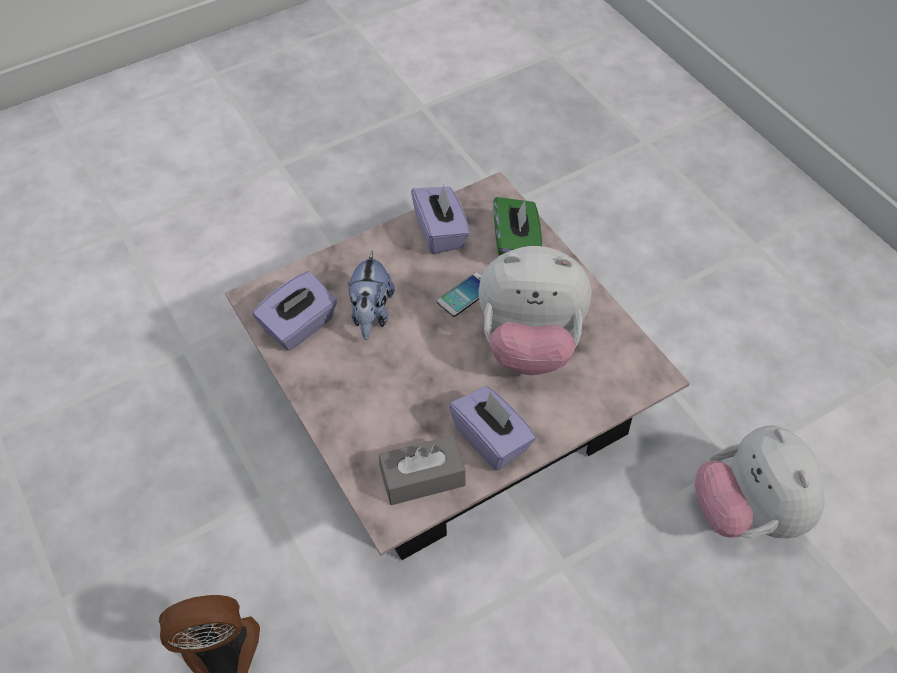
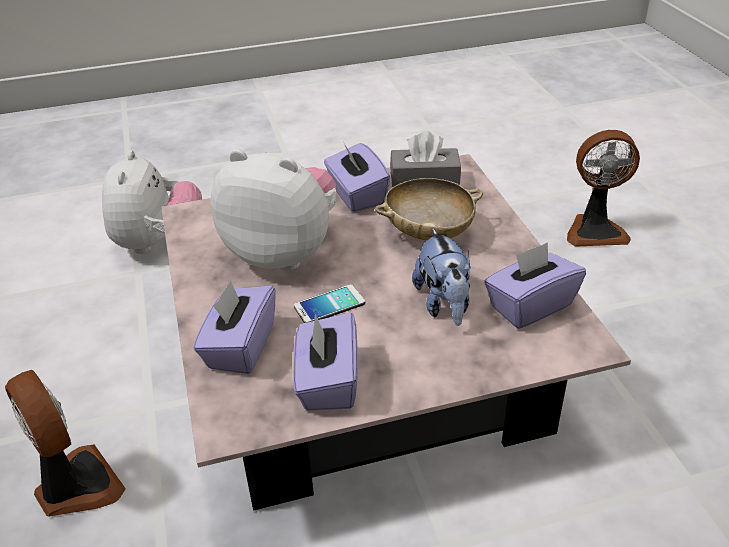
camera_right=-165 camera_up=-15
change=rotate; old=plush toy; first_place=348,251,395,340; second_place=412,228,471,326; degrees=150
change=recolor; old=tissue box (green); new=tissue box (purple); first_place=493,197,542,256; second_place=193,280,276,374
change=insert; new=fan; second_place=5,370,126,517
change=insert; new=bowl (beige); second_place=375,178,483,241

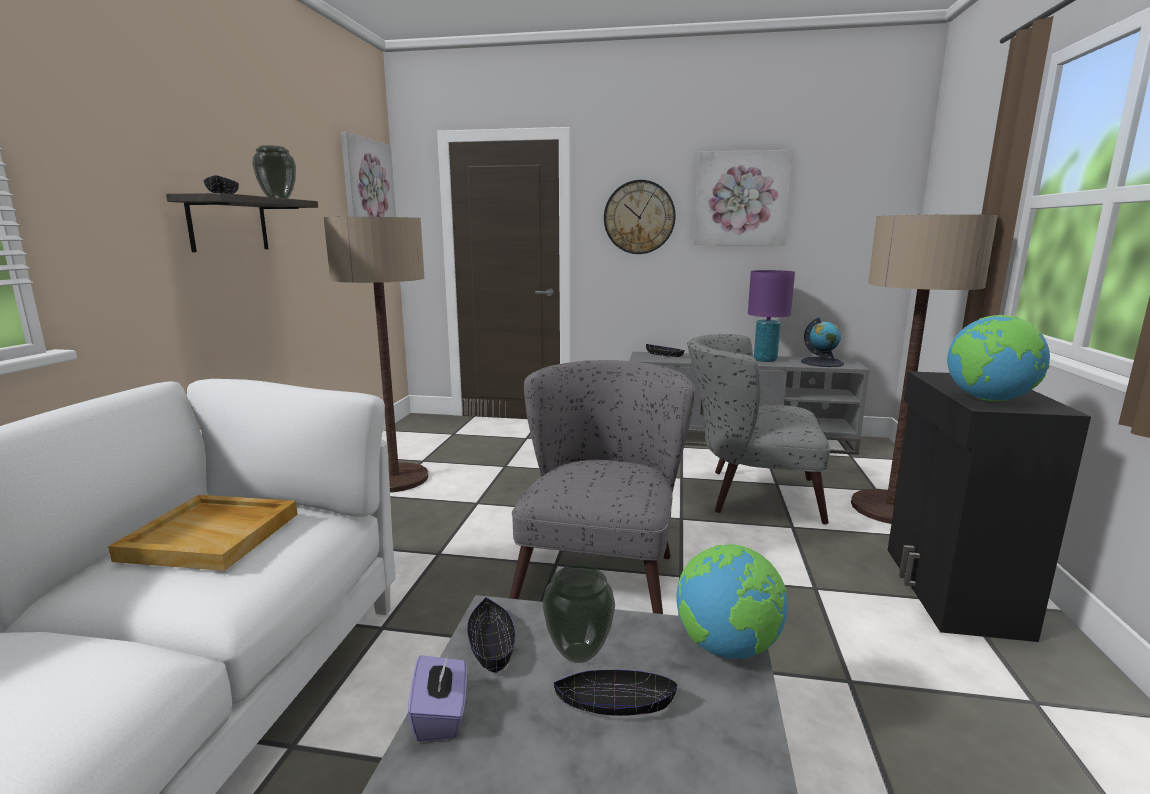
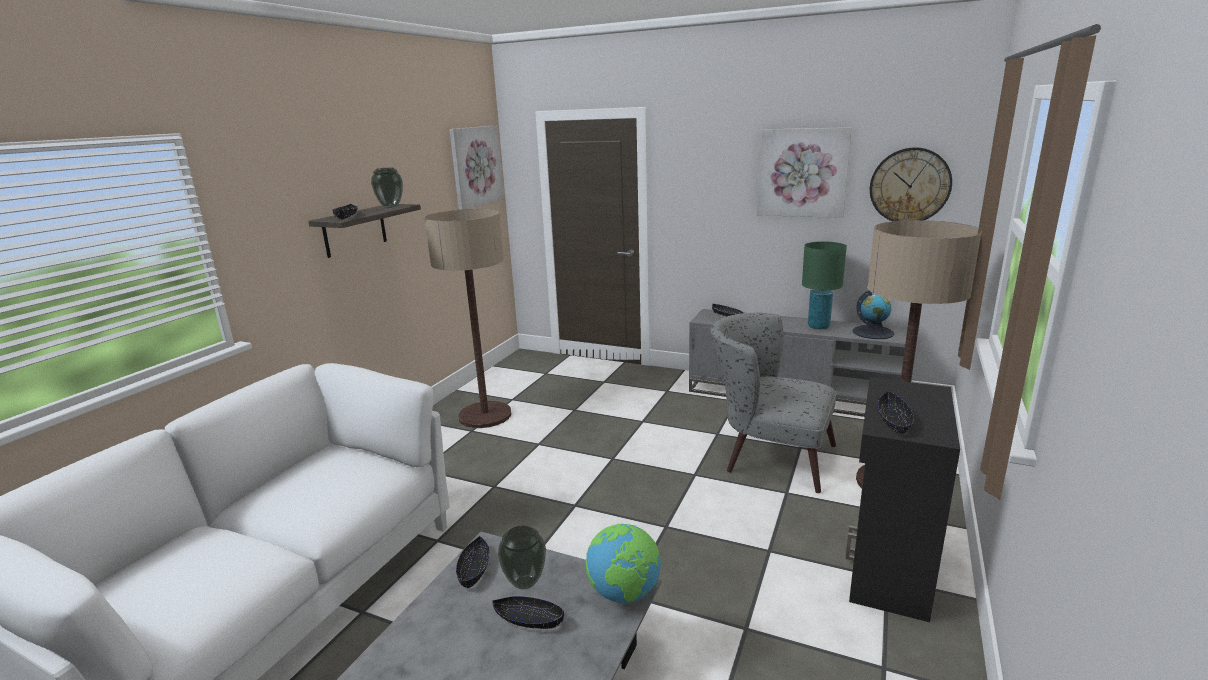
camera_right=15 camera_up=5
change=delete; old=tray (beige); first_place=108,495,298,571
change=delete; old=tissue box (purple); first_place=408,652,467,742
change=delete; old=armchair (grey); first_place=510,360,695,614
change=move; old=wall clock; first_place=604,180,676,254; second_place=870,147,952,221
change=recolor; old=table lamp (purple); new=table lamp (green); first_place=748,270,795,362; second_place=802,241,847,329
change=replace; old=globe; new=bowl (black); first_place=947,315,1050,401; second_place=878,392,914,434

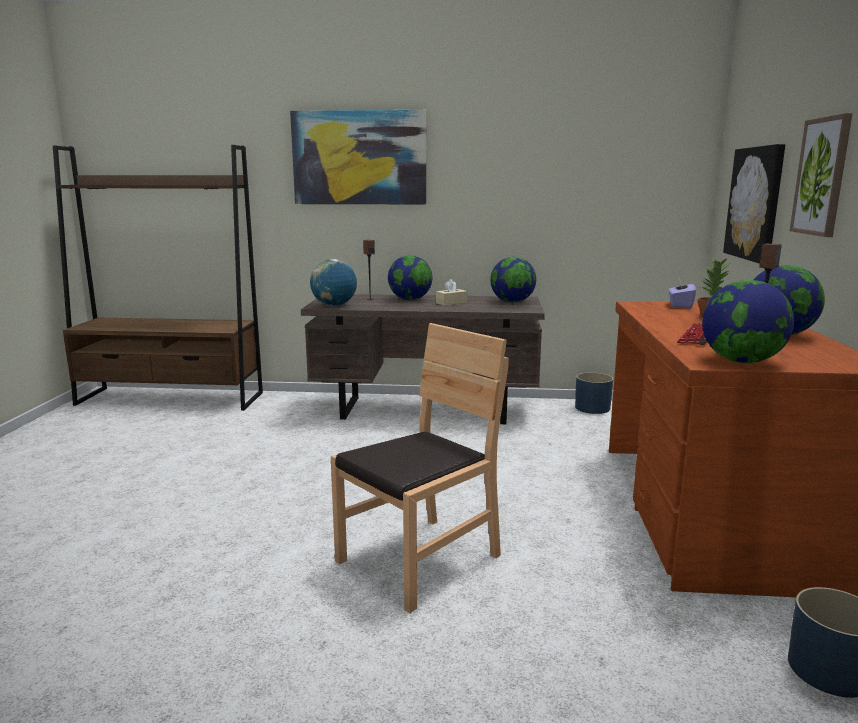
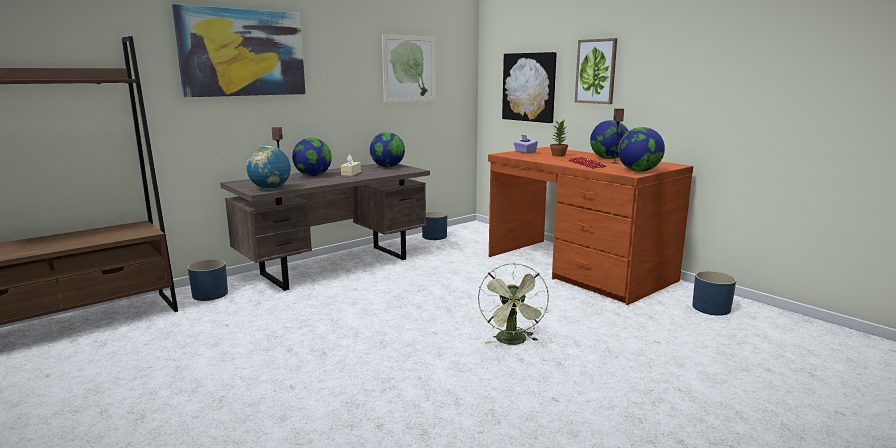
camera_right=-45 camera_up=0
change=replace; old=chair (brown); new=fan (green); first_place=331,323,509,613; second_place=478,263,549,345
change=insert; new=planter (blue); second_place=188,259,228,301
change=insert; new=picture; second_place=382,34,435,103

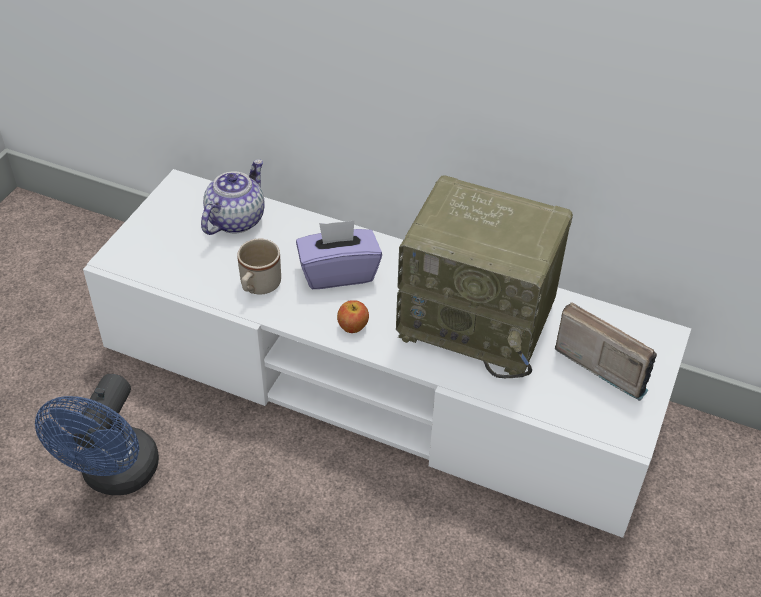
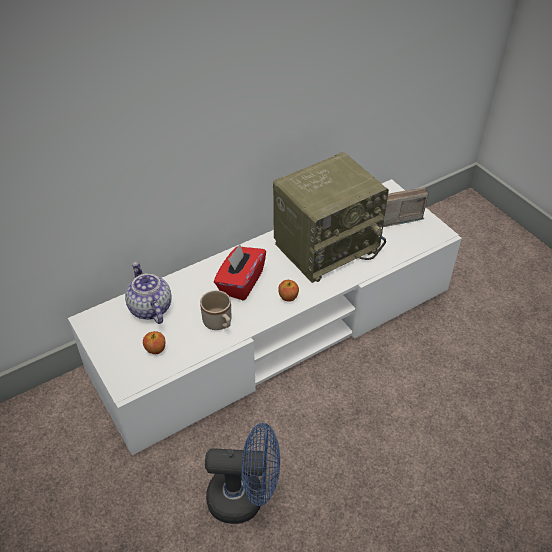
camera_right=-55 camera_up=0
change=rotate; old=fan (blue); first_place=35,374,159,495; second_place=205,423,280,524; degrees=-45
change=recolor; old=tissue box (purple); new=tissue box (red); first_place=296,220,382,289; second_place=214,244,266,301
change=insert; new=apple; second_place=143,331,165,354

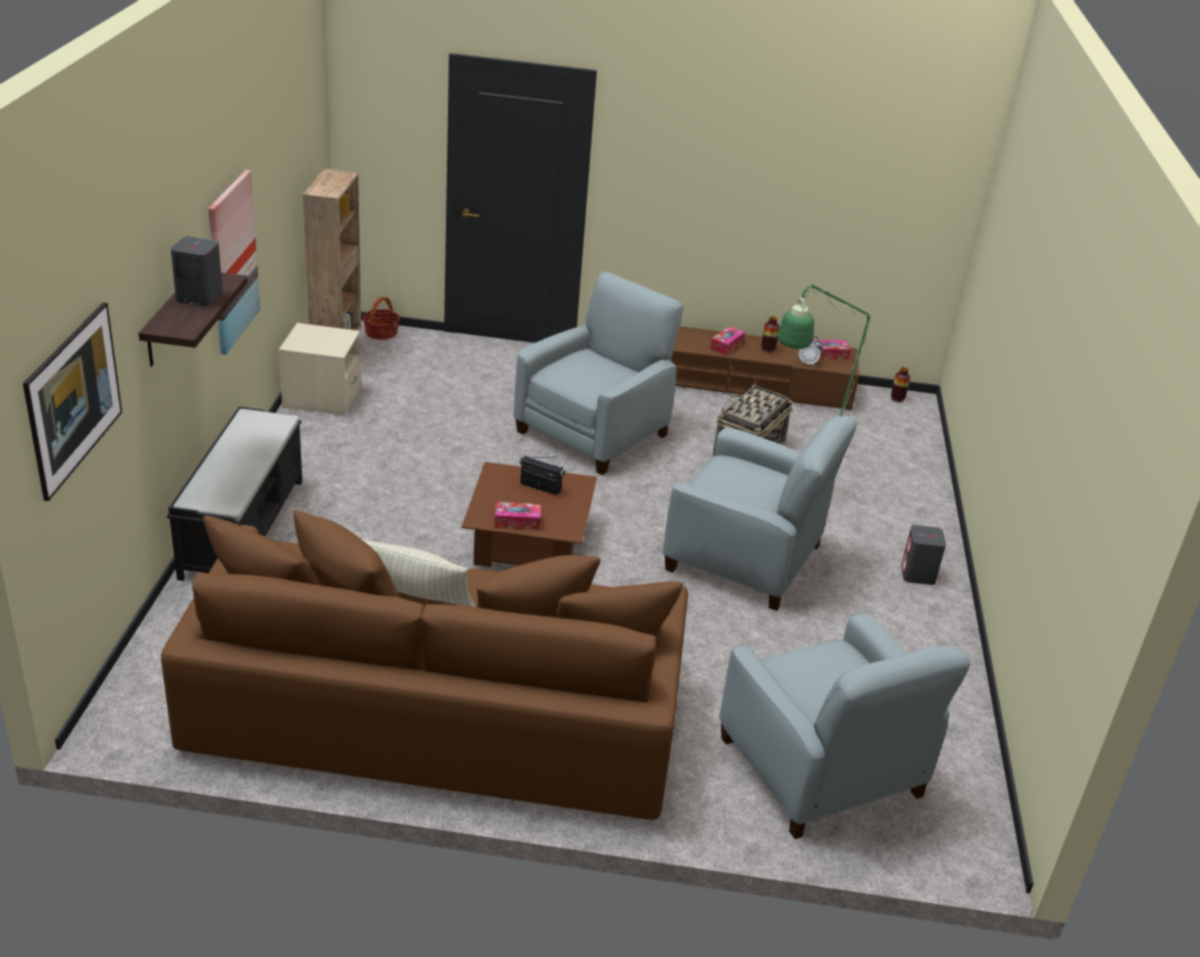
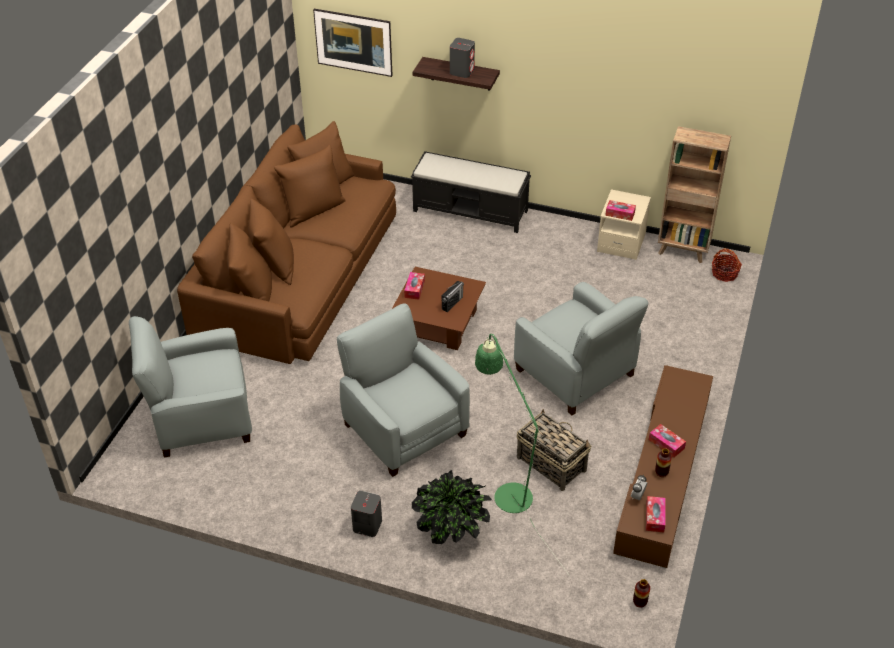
camera_right=105 camera_up=10
change=delete; old=picture; first_place=208,170,260,355
change=delete; old=pillow (beige); first_place=363,540,475,607
change=rotate; old=armchair (grey); first_place=662,416,857,611; second_place=337,304,470,477; degrees=105
change=insert; new=potted plant; second_place=412,470,492,544
change=insert; new=tissue box; second_place=605,200,636,221

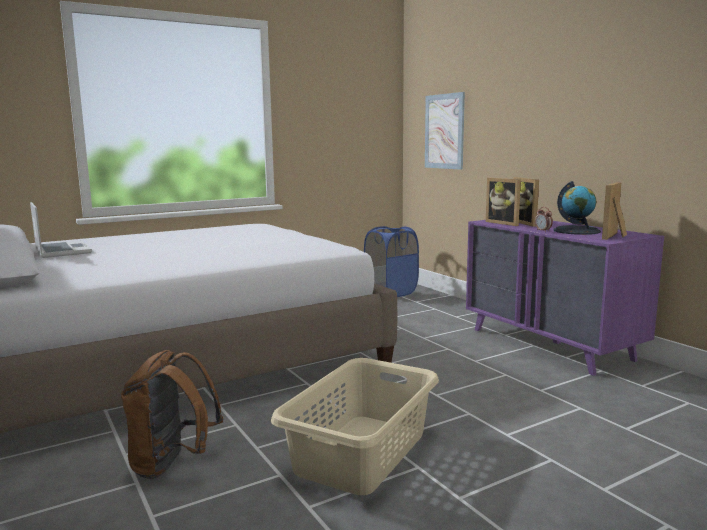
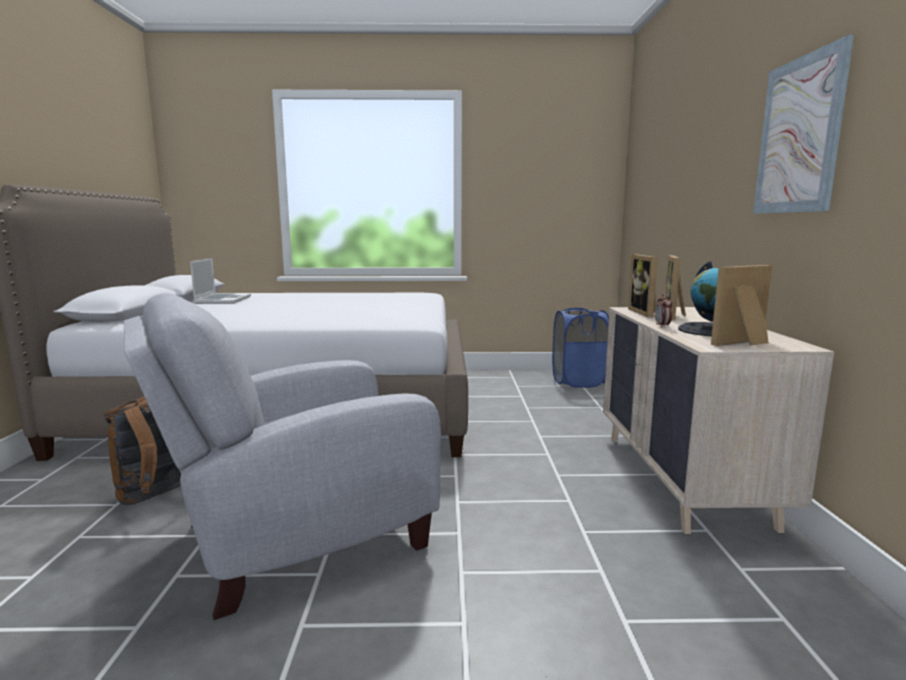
camera_right=30 camera_up=0
change=replace; old=laundry basket (beige); new=armchair (grey); first_place=271,358,439,495; second_place=124,293,441,620
change=move; old=picture; first_place=425,92,465,170; second_place=753,35,854,214
change=recolor; old=dresser (purple); new=dresser (beige); first_place=466,220,664,376; second_place=603,307,834,534

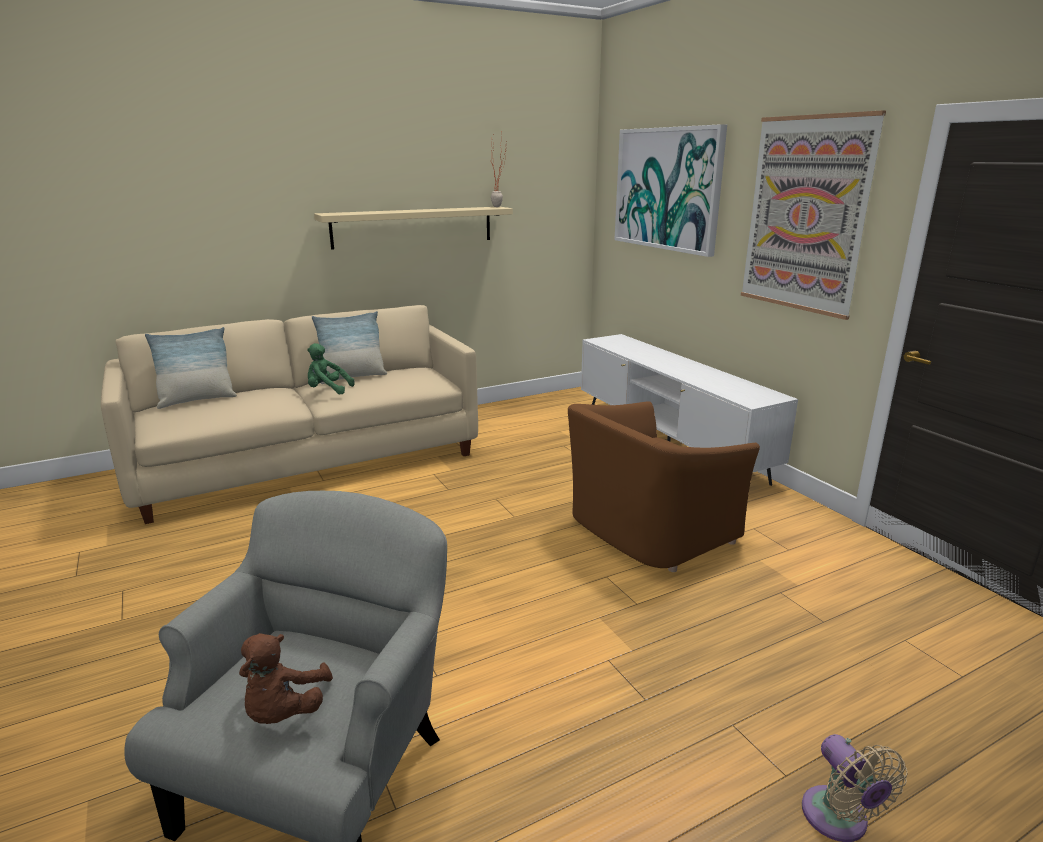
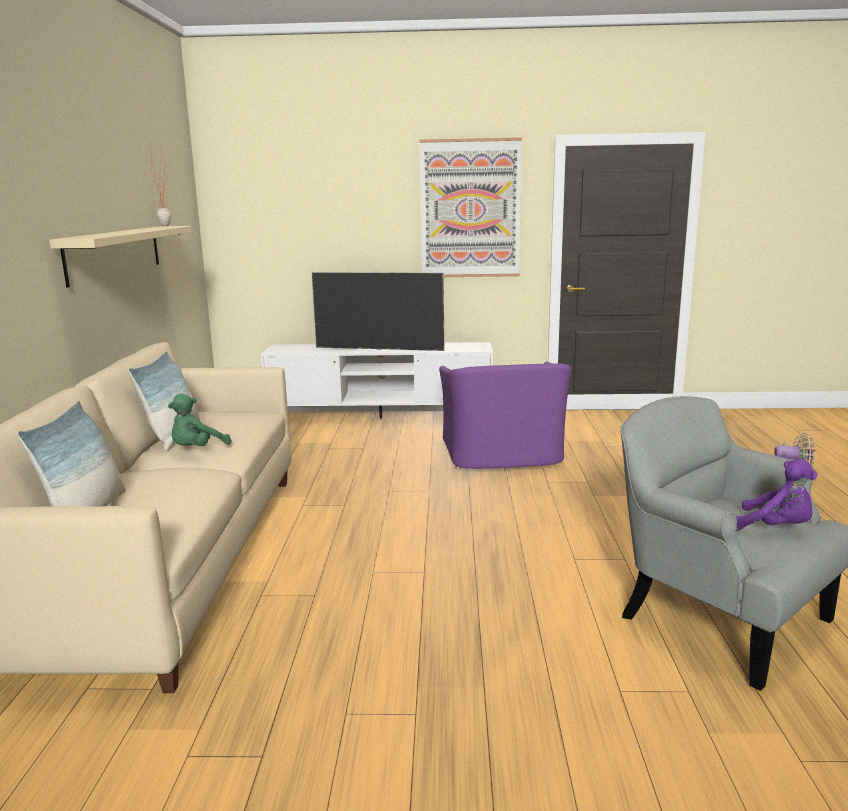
camera_right=-60 camera_up=-5
change=recolor; old=plush toy (brown); new=plush toy (purple); first_place=239,633,333,724; second_place=736,458,818,530
change=recolor; old=armchair (brown); new=armchair (purple); first_place=568,401,760,572; second_place=439,362,571,470
change=delete; old=picture; first_place=614,124,727,257
change=insert; new=television; second_place=312,271,444,351

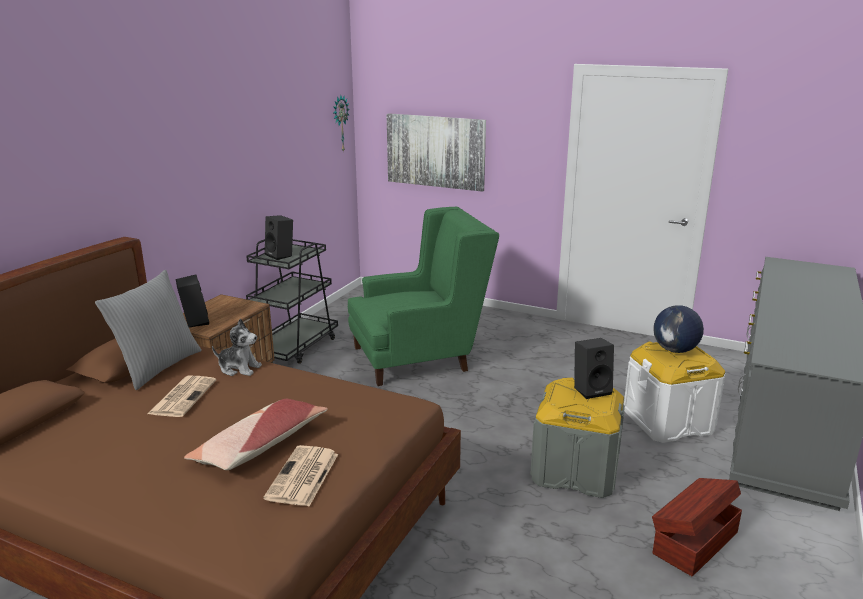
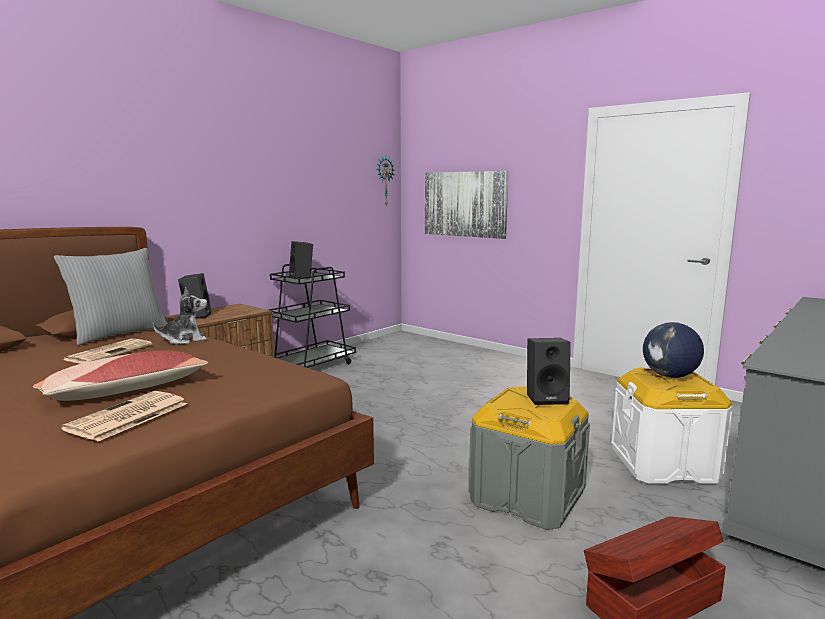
camera_right=15 camera_up=-10
change=rotate; old=plush toy; first_place=212,319,262,376; second_place=153,287,207,345; degrees=-60
change=delete; old=armchair (green); first_place=348,207,499,386

